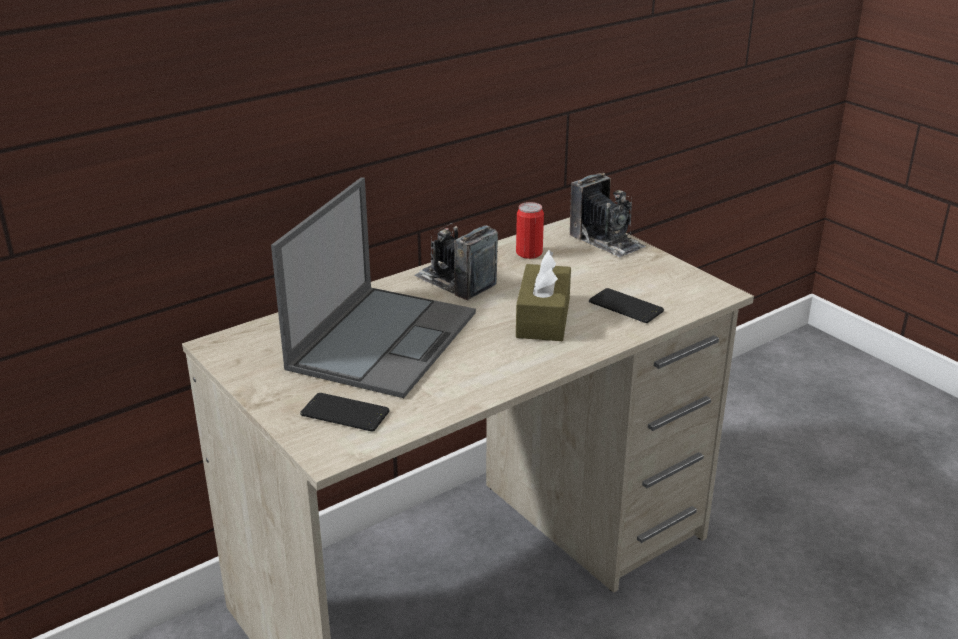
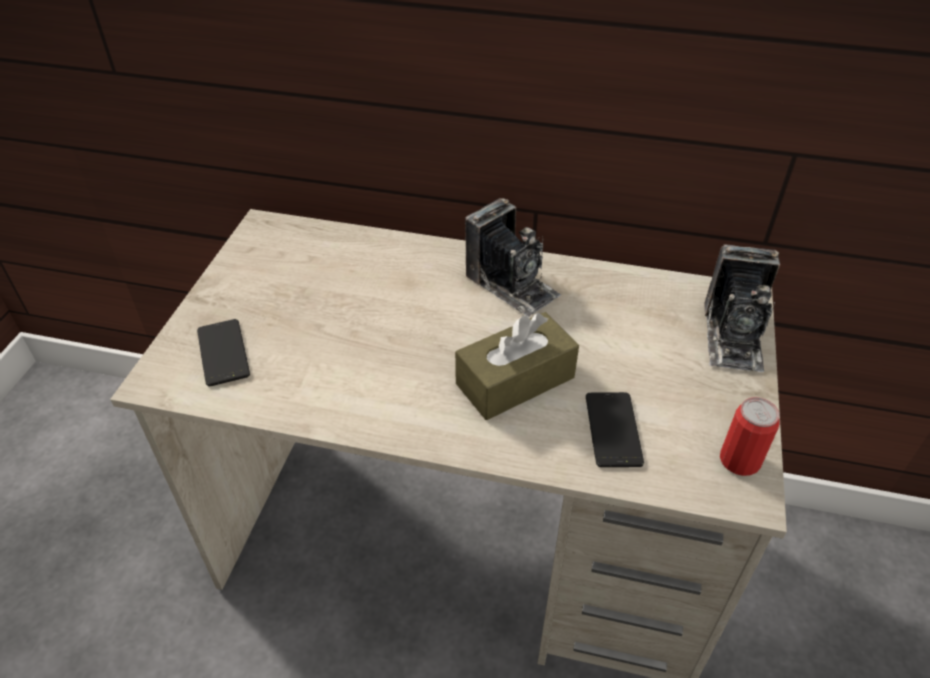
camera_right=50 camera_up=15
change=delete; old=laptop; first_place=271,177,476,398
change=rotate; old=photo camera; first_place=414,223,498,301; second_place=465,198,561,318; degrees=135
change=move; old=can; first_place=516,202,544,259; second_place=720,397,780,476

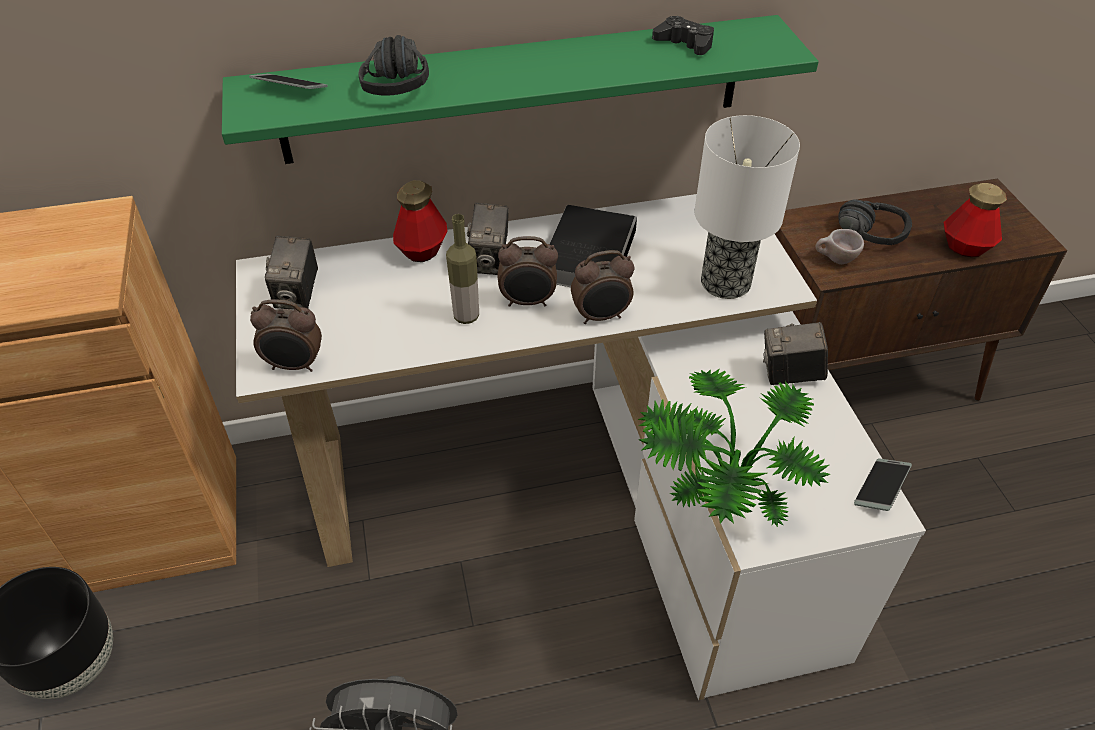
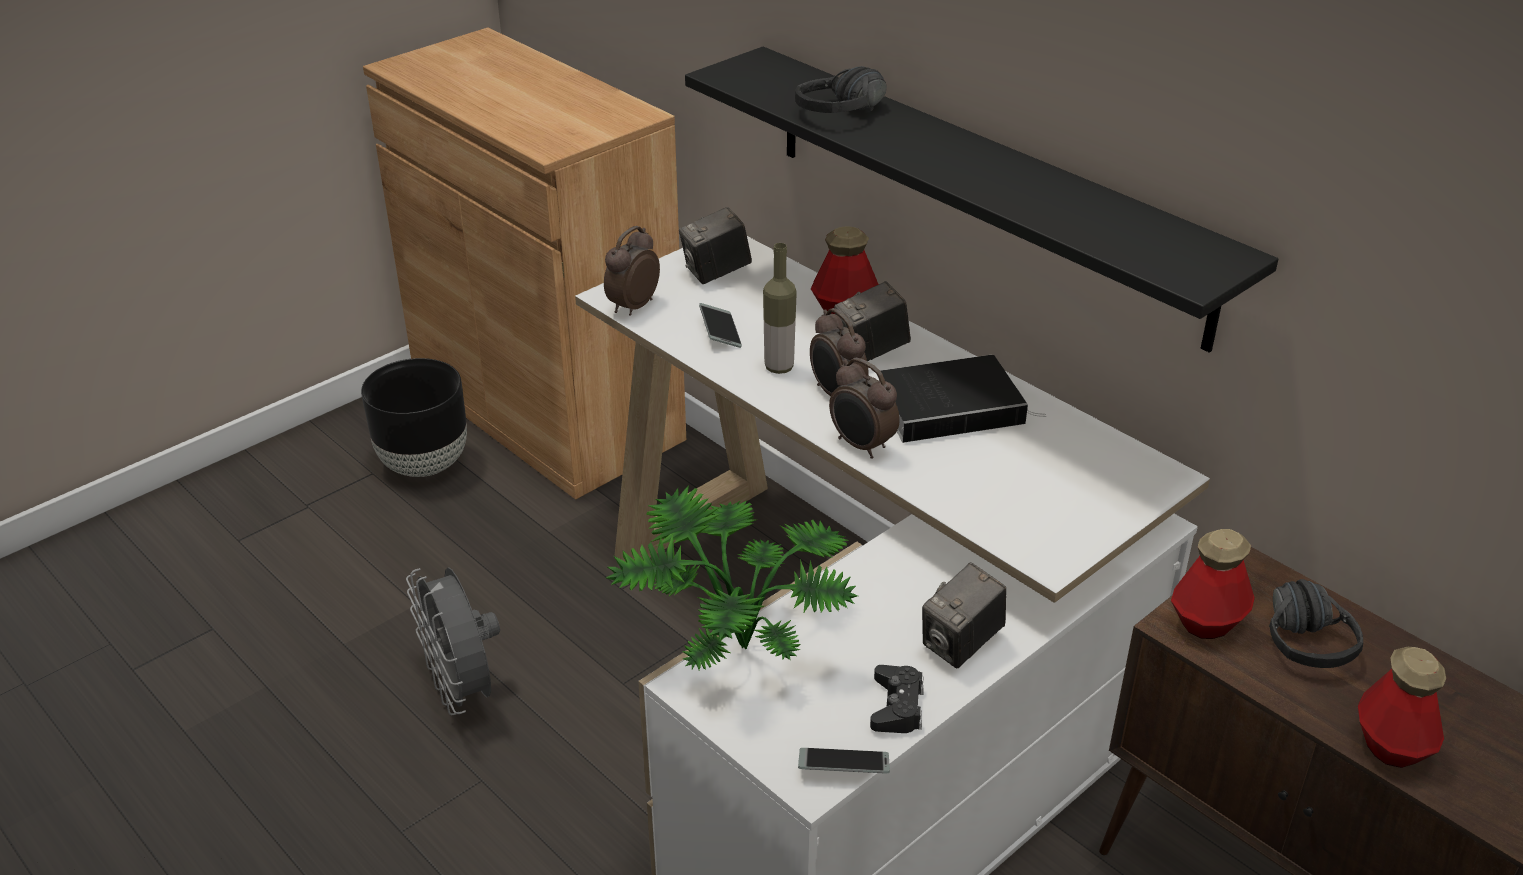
camera_right=60 camera_up=-10
change=recolor; old=shelf (green); new=shelf (black); first_place=222,15,819,164; second_place=685,47,1279,353
change=move; old=phone; first_place=249,74,328,89; second_place=699,303,742,348
change=rotate; old=alarm clock; first_place=250,299,322,372; second_place=604,226,660,316; degrees=60
change=move; old=game controller (black); first_place=652,16,714,55; second_place=870,665,924,733
change=delete; old=table lamp; first_place=695,115,800,299
change=rotate; old=photo camera; first_place=763,322,828,385; second_place=922,562,1006,668; degrees=-105
change=replace; old=cup (beige); new=bottle; first_place=816,229,864,264; second_place=1171,529,1255,639

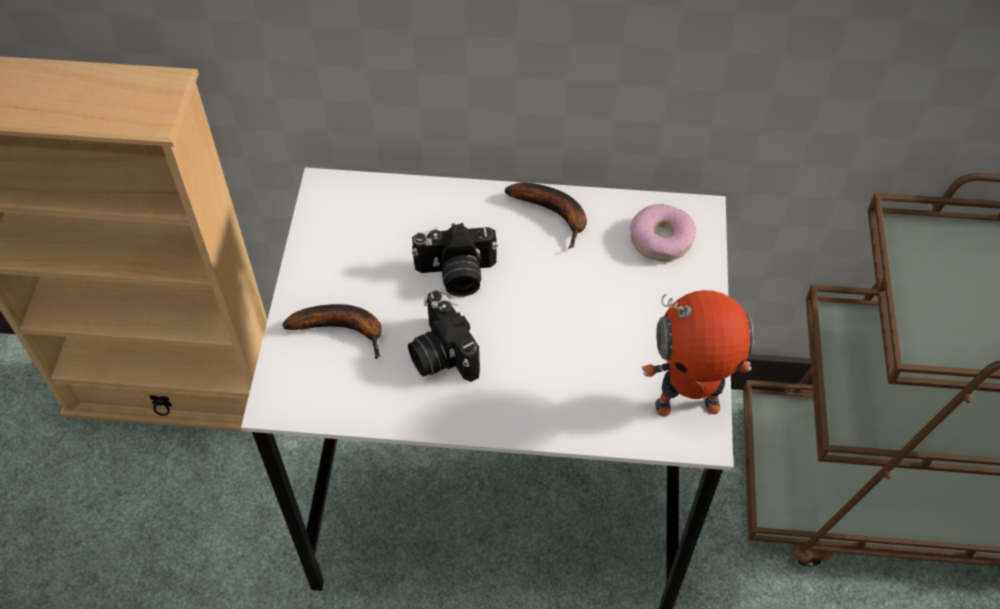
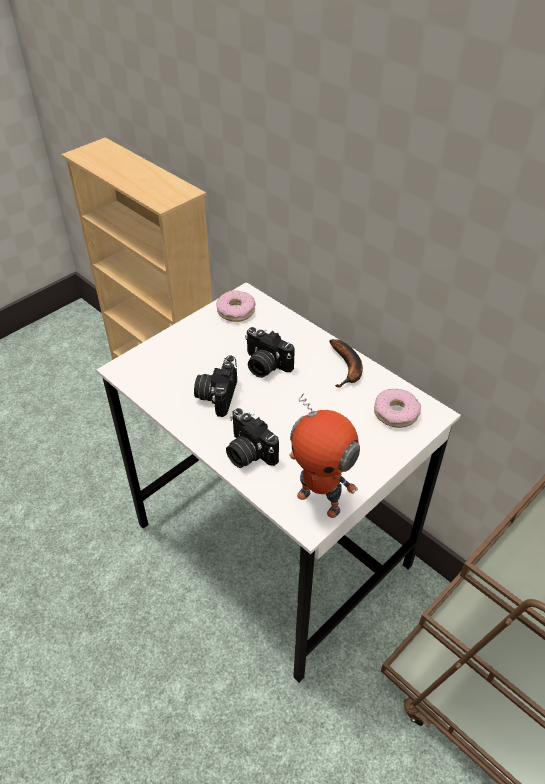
camera_right=40 camera_up=-10
change=delete; old=banana; first_place=282,304,382,360
change=insert; new=donut; second_place=216,290,256,322
change=insert; new=photo camera; second_place=226,408,279,468

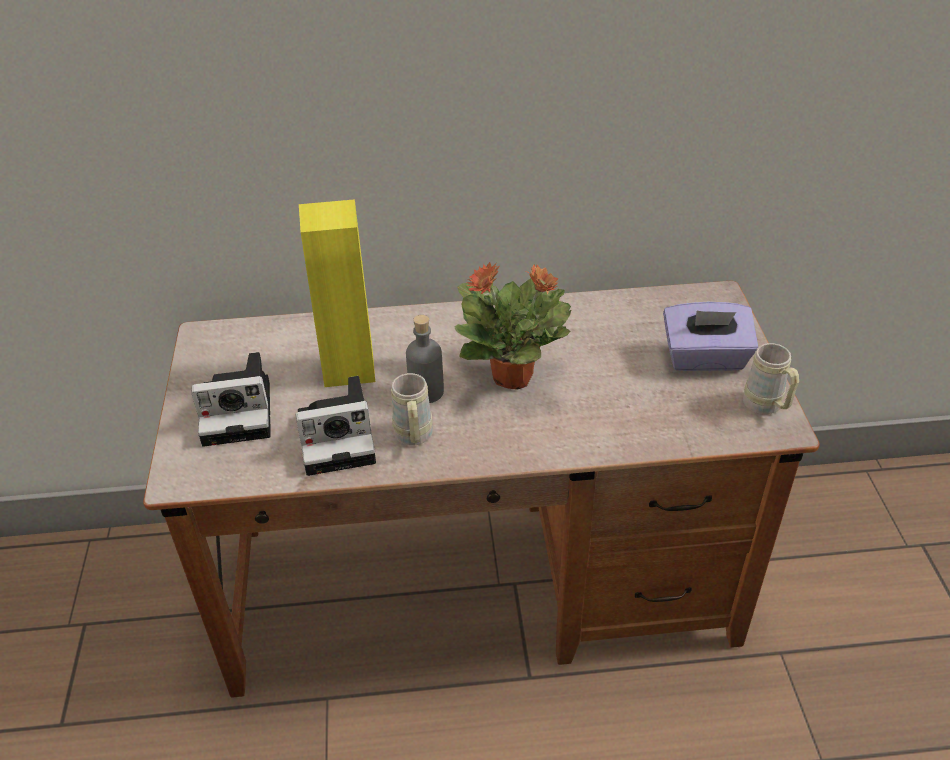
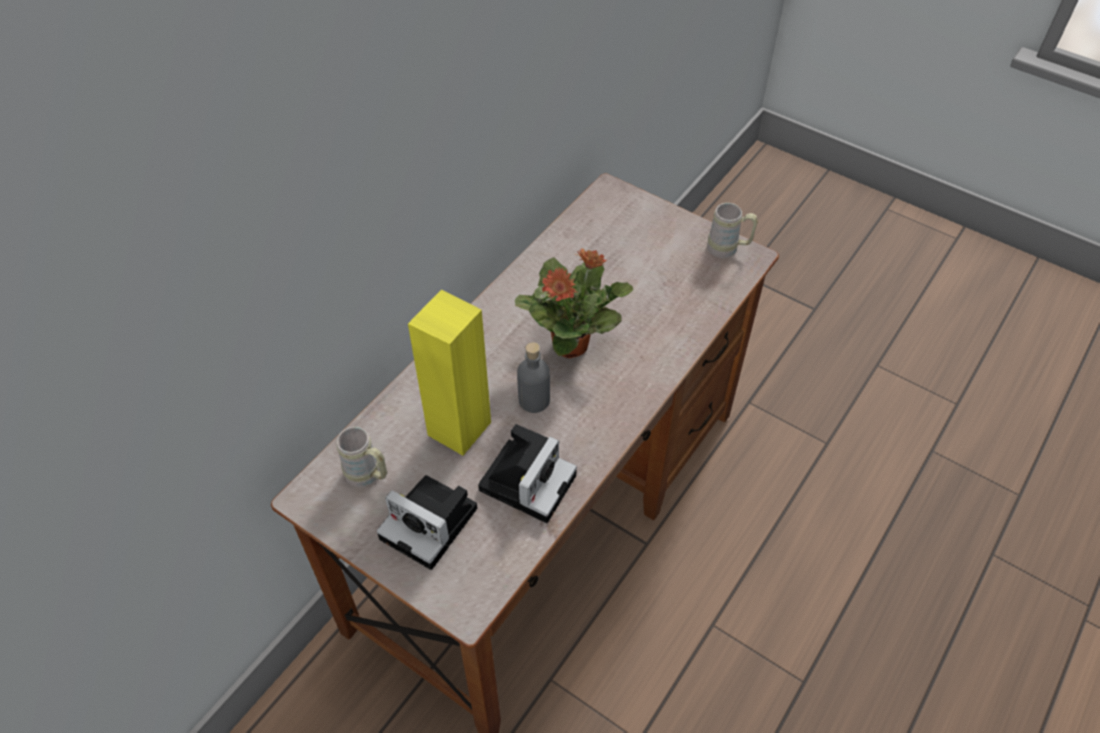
camera_right=-50 camera_up=10
change=rotate; old=photo camera; first_place=191,352,271,447; second_place=377,475,477,570; degrees=90
change=move; old=mug (beige); first_place=391,373,433,446; second_place=336,427,387,487
change=delete; old=tissue box (purple); first_place=663,302,758,371

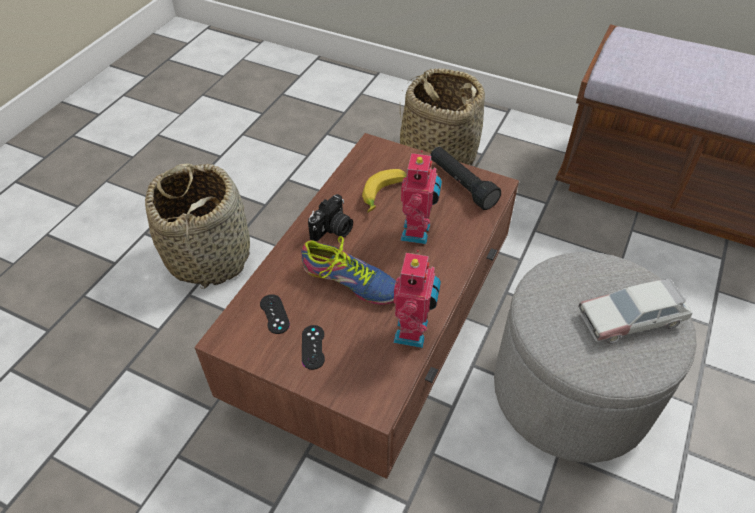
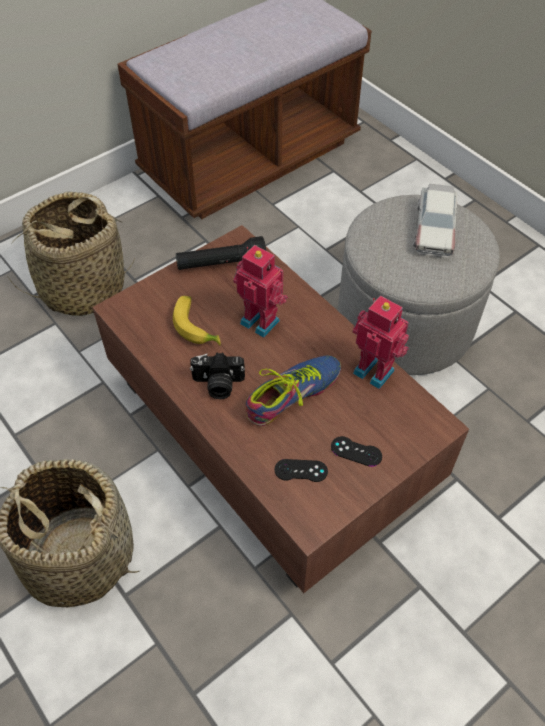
camera_right=-65 camera_up=5
change=rotate; old=photo camera; first_place=308,194,353,241; second_place=190,353,245,399; degrees=120

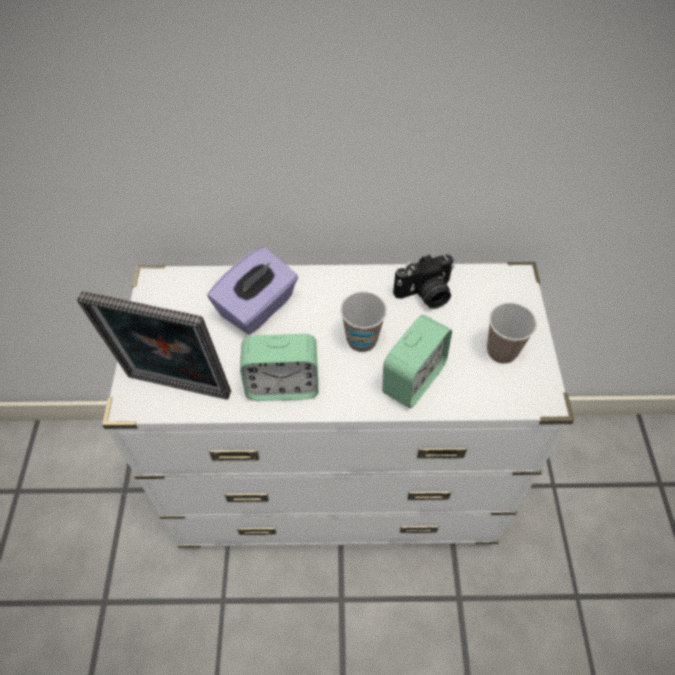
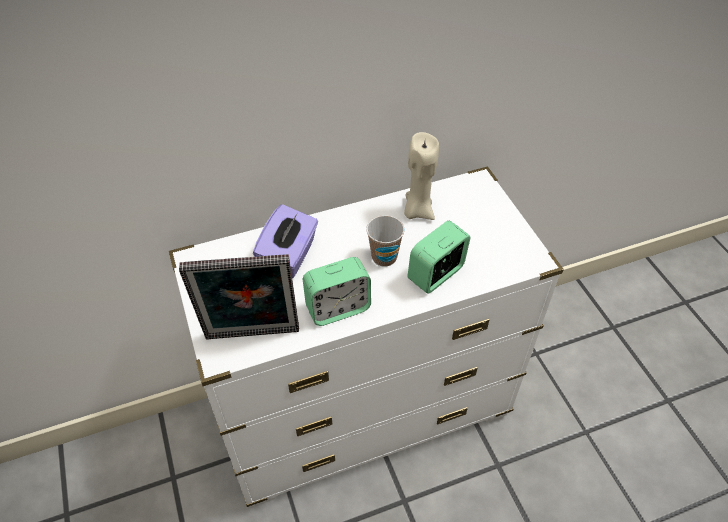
camera_right=-20 camera_up=-5
change=rotate; old=alarm clock; first_place=382,315,452,408; second_place=407,221,471,293; degrees=-150
change=replace; old=photo camera; new=candle (beige); first_place=393,254,454,309; second_place=404,132,439,220
change=delete; old=cup; first_place=487,302,537,364

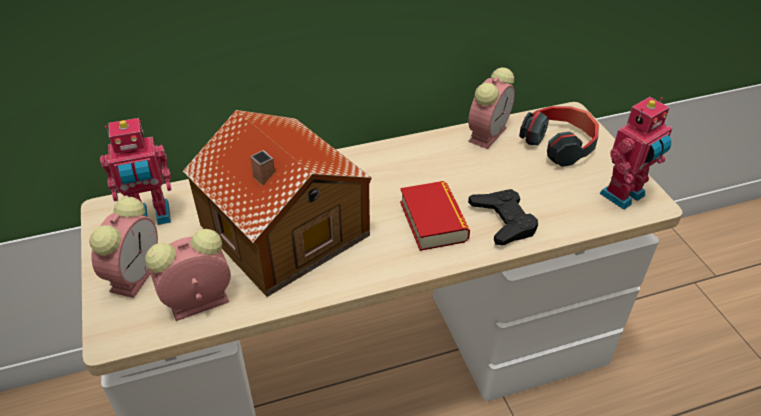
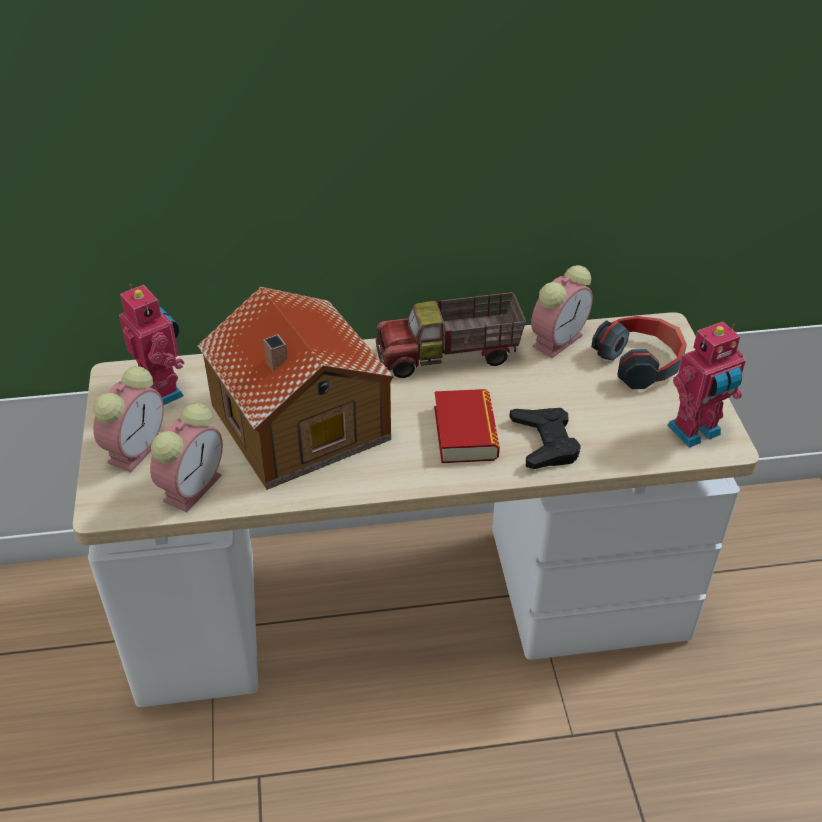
camera_right=10 camera_up=0
change=rotate; old=toy robot; first_place=100,118,172,225; second_place=119,284,184,405; degrees=-120
change=rotate; old=alarm clock; first_place=145,229,231,321; second_place=150,403,223,512; degrees=135
change=insert; new=toy truck; second_place=376,292,526,378

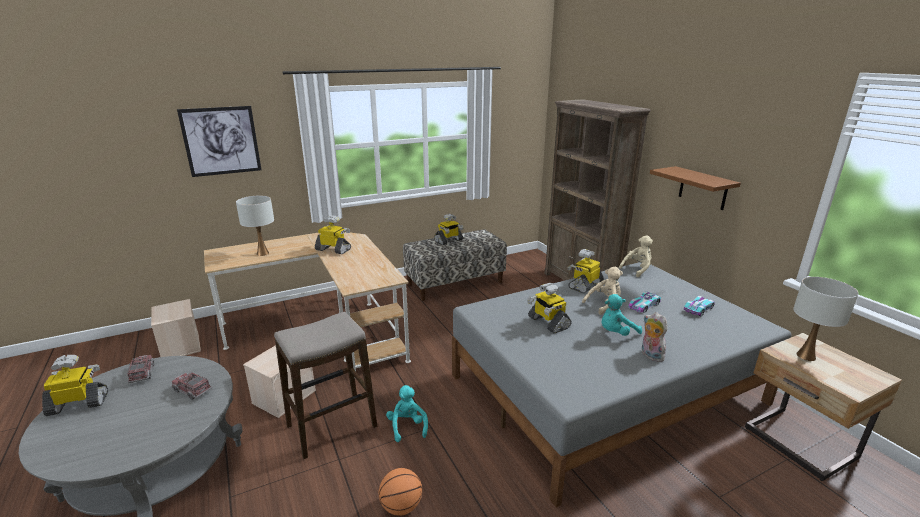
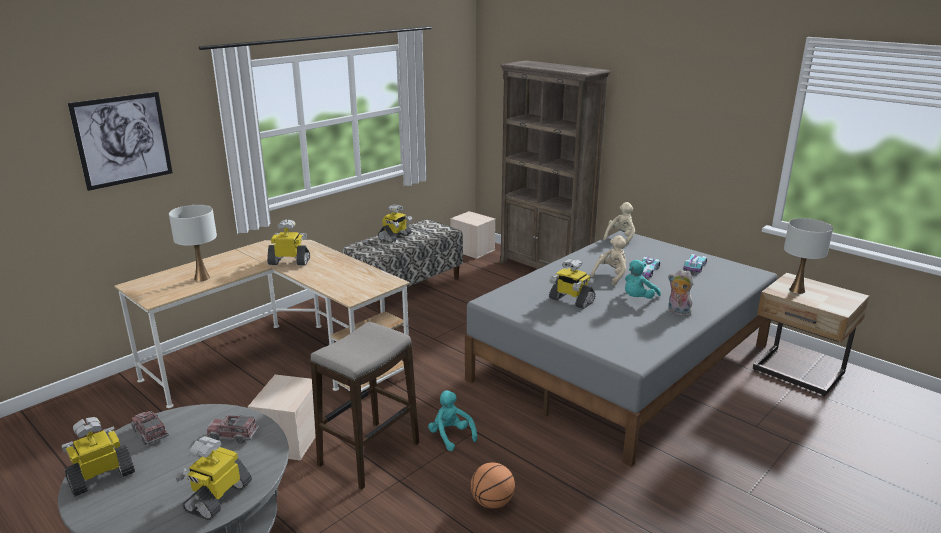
camera_right=-20 camera_up=0
change=move; old=storage box (beige); first_place=151,299,201,357; second_place=450,211,496,259
change=move; old=toy robot; first_place=568,249,604,293; second_place=175,436,252,520
change=delete; old=shelf (brown); first_place=650,166,741,210

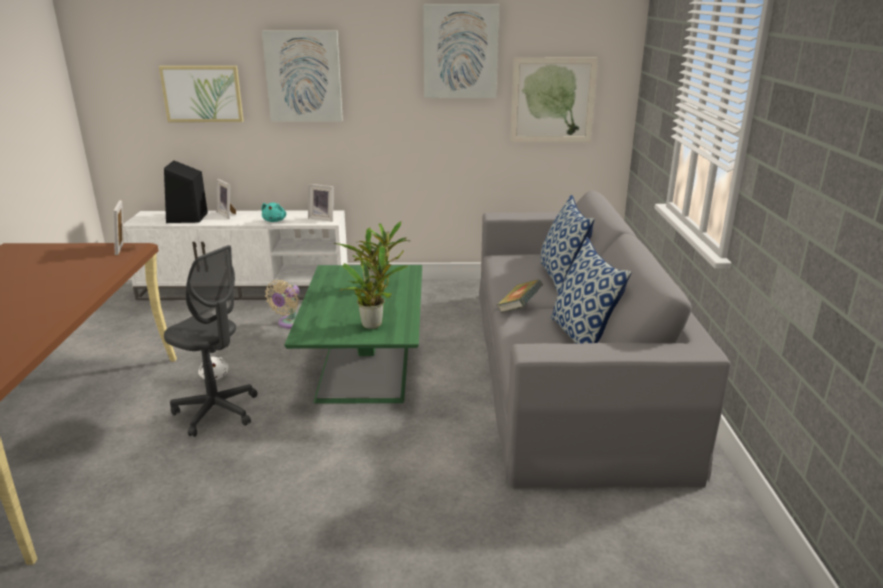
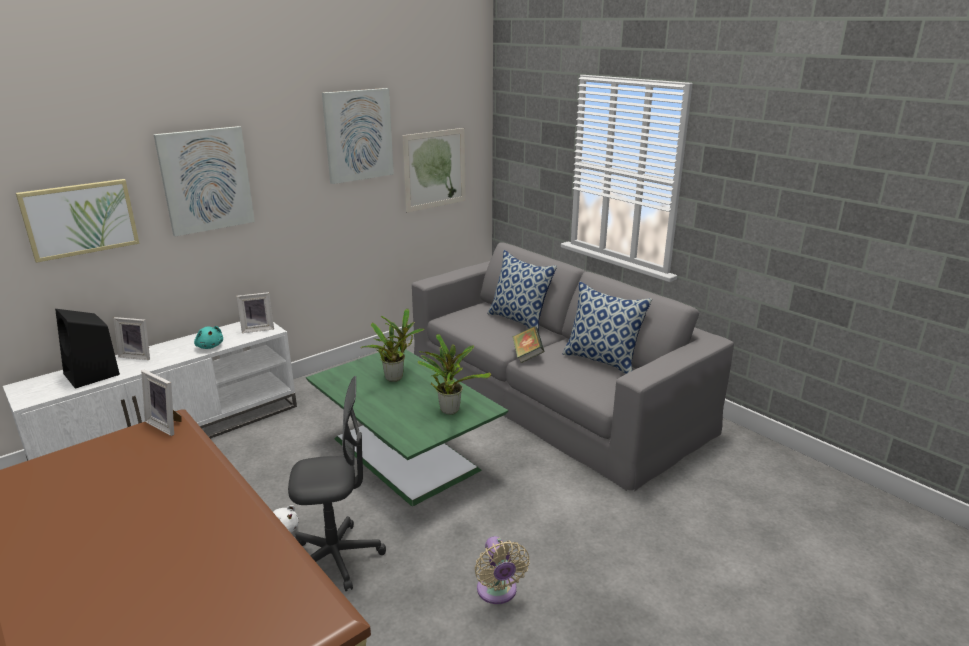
camera_right=-40 camera_up=0
change=move; old=fan (beige); first_place=265,280,299,329; second_place=475,536,530,604

